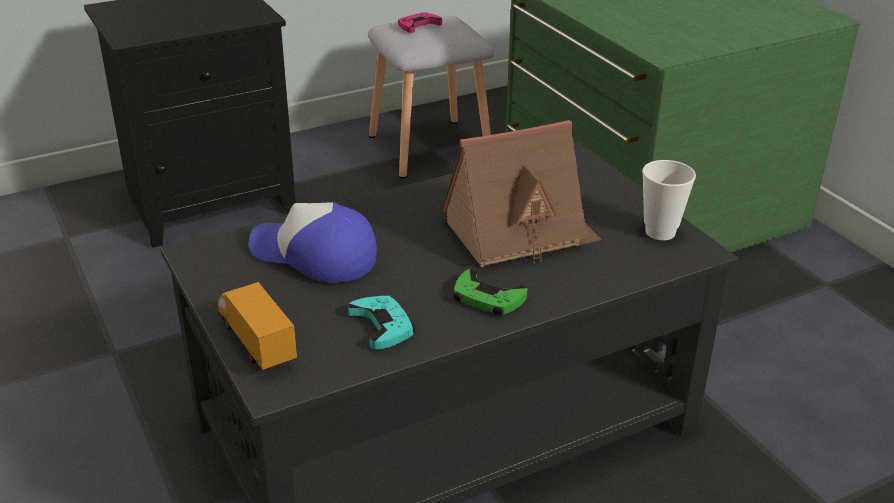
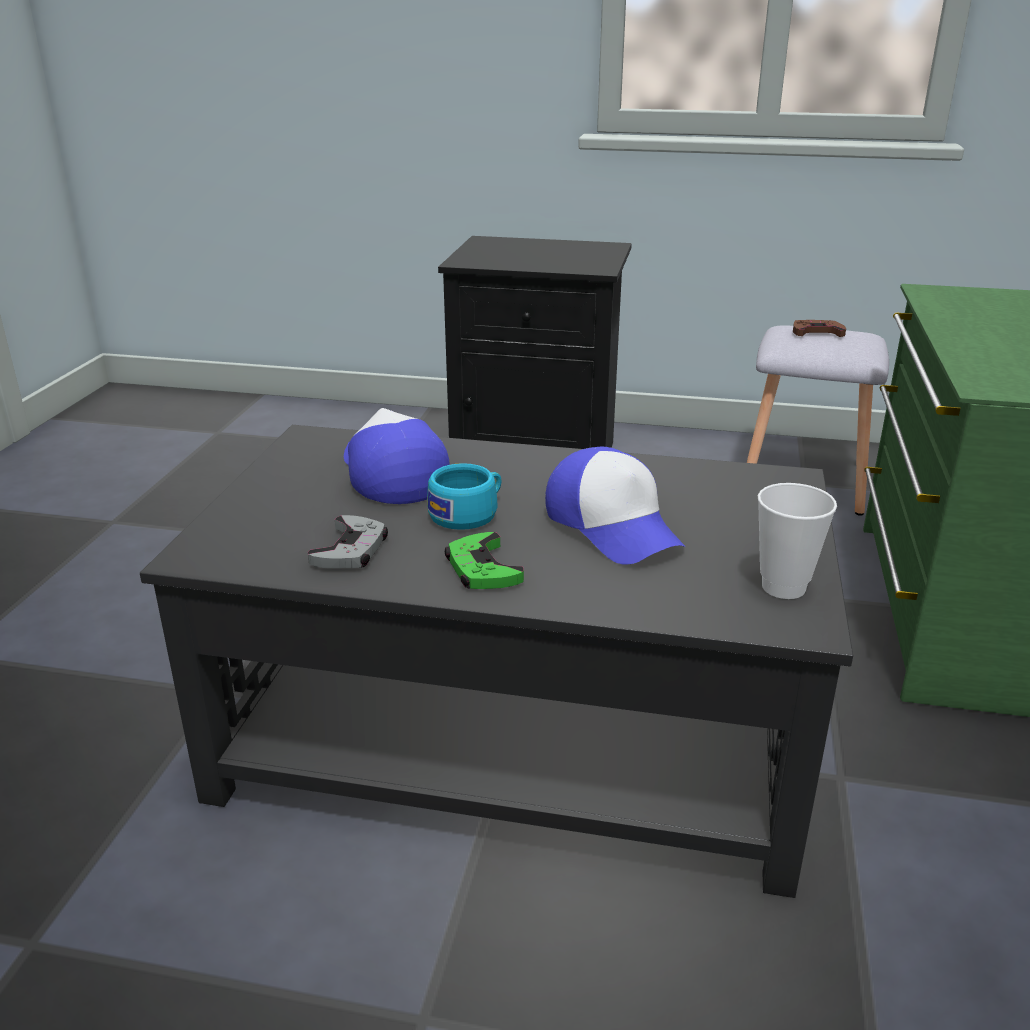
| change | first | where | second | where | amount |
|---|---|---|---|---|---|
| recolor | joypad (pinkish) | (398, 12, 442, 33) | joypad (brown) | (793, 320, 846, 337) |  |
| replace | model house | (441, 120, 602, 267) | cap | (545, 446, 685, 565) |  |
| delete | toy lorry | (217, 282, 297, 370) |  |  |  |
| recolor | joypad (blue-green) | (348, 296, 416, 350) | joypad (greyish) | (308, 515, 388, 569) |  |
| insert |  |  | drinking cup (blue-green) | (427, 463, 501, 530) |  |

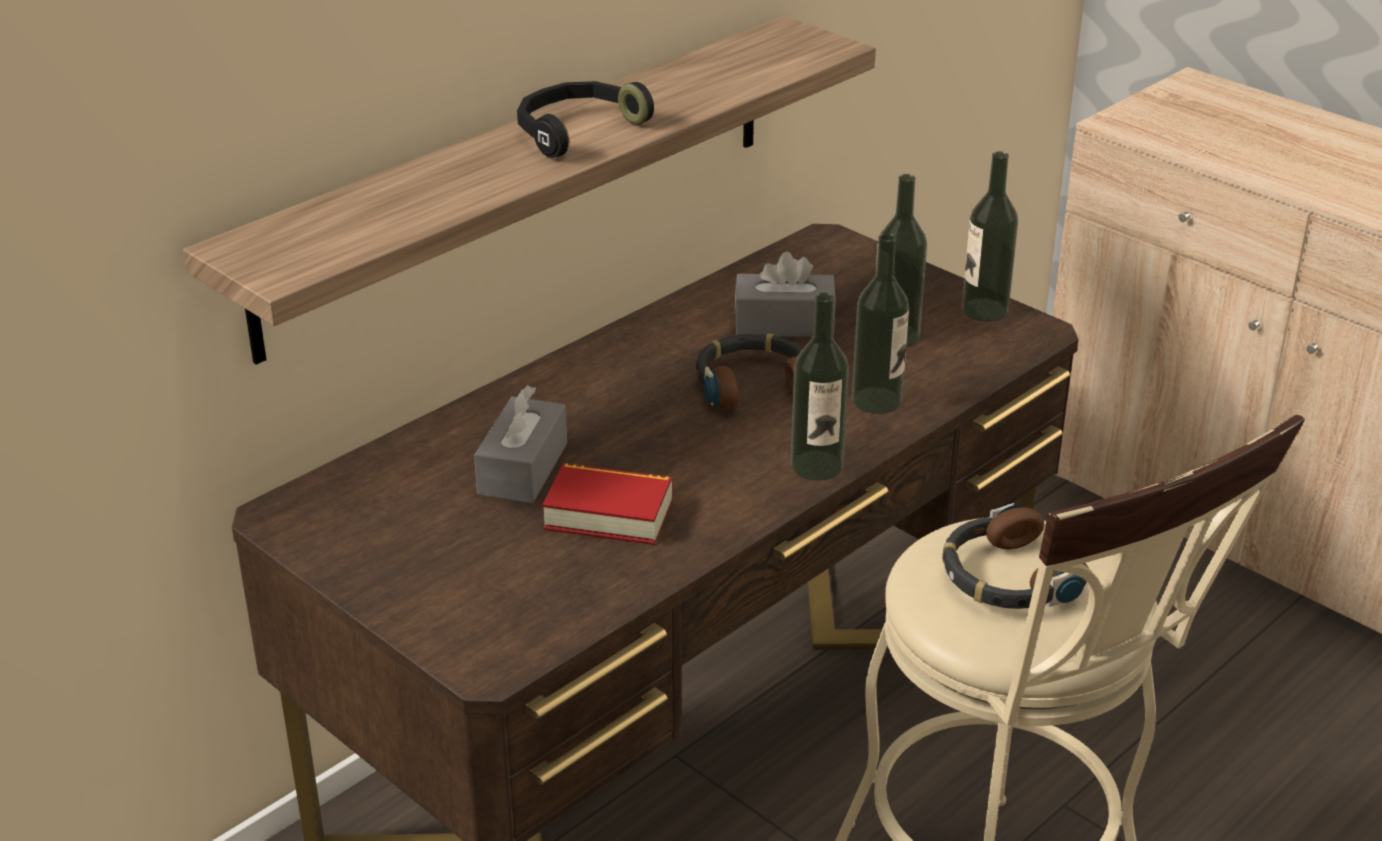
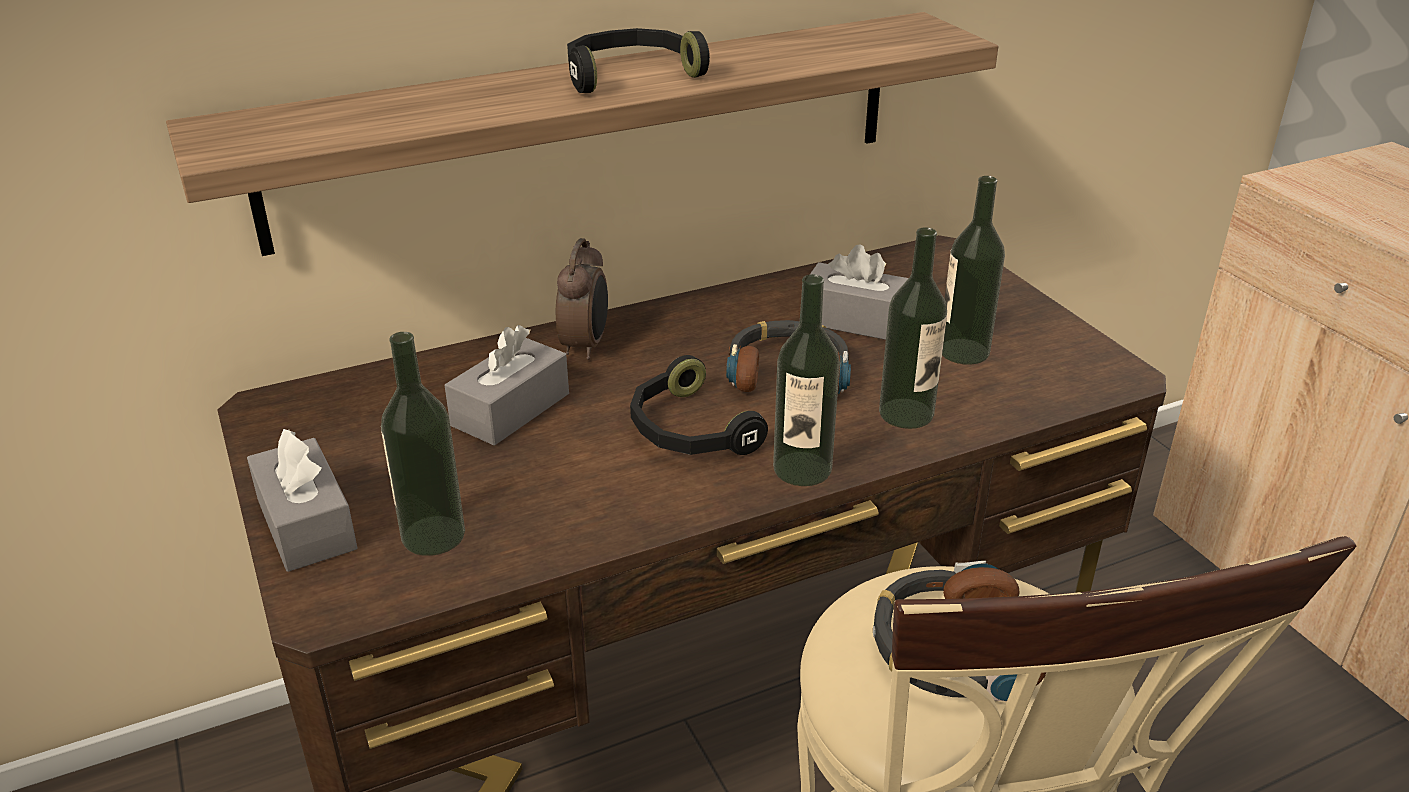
| change | first | where | second | where | amount |
|---|---|---|---|---|---|
| move | bottle | (962, 151, 1018, 321) |  | (381, 332, 465, 556) |  |
| delete | volume | (542, 463, 673, 545) |  |  |  |
| insert |  |  | table clock | (556, 238, 608, 360) |  |
| insert |  |  | headphones (black-coloured) | (630, 355, 768, 455) |  |
| insert |  |  | tissue holder (greyish) | (247, 429, 357, 572) |  |

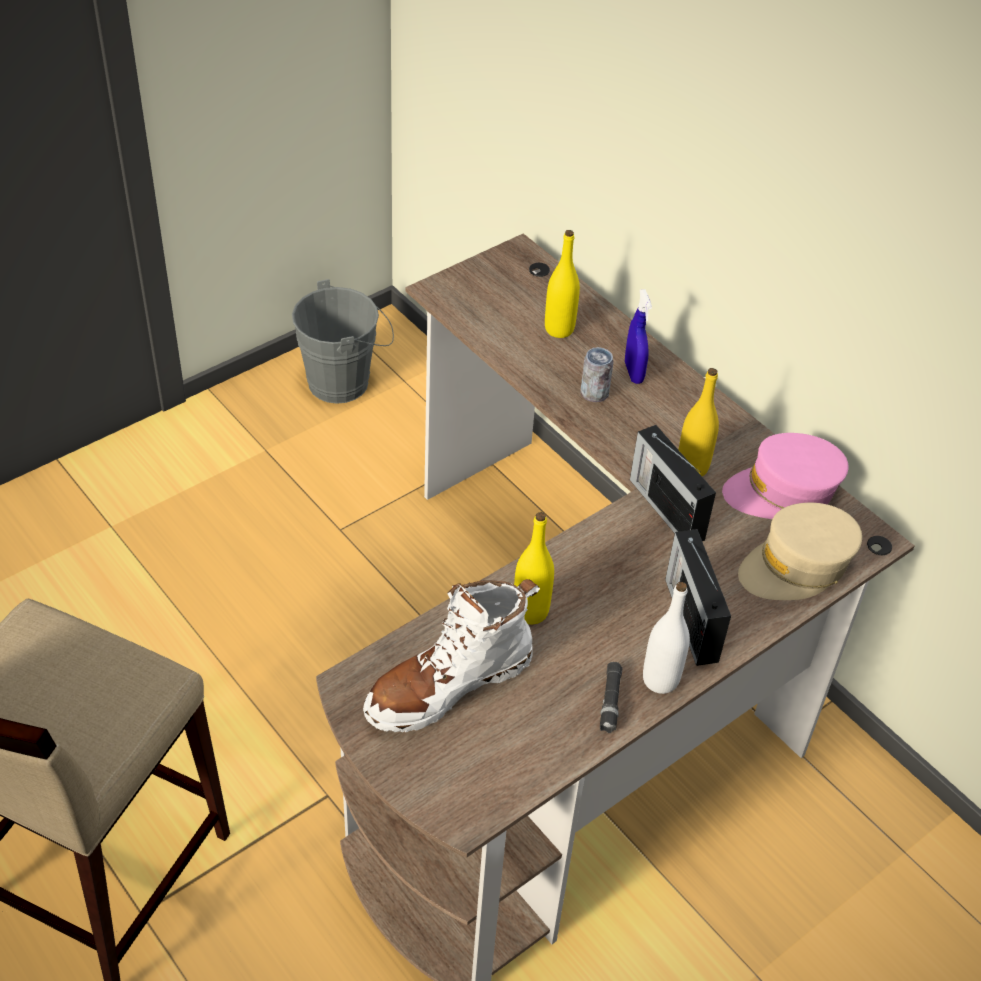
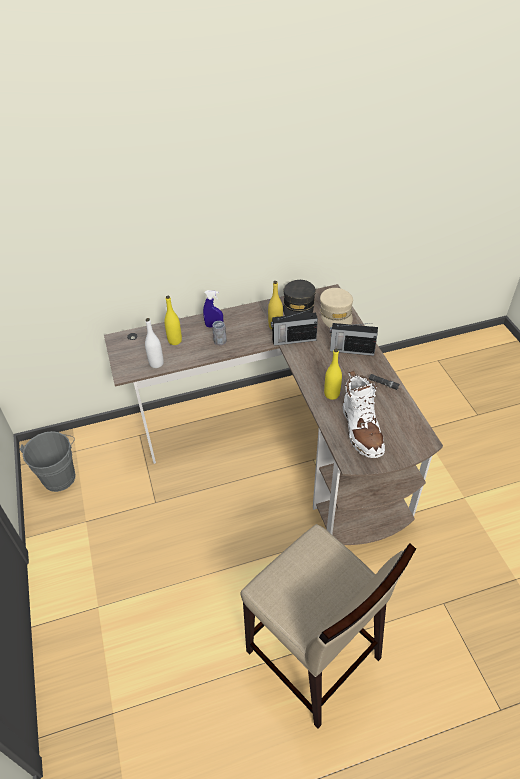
| change | first | where | second | where | amount |
|---|---|---|---|---|---|
| recolor | cap (pinkish) | (722, 433, 848, 519) | cap (greyish) | (283, 280, 316, 316) |  |
| move | bottle (white) | (643, 582, 690, 694) |  | (145, 318, 164, 368) |  |

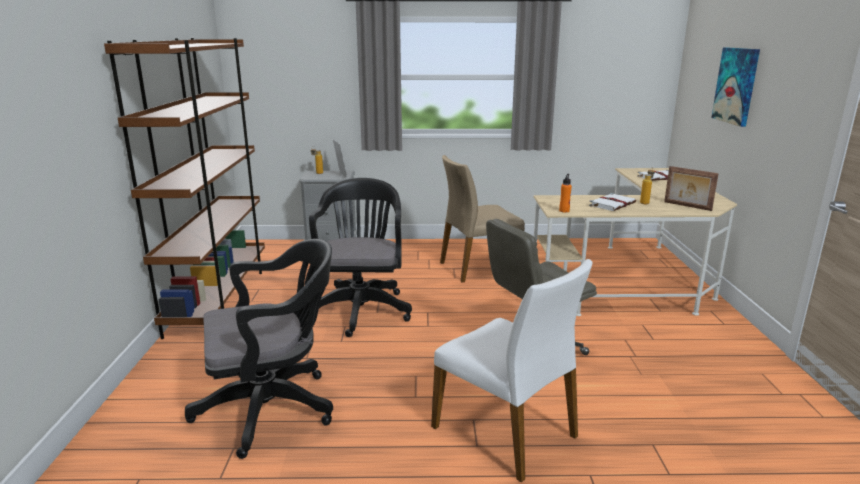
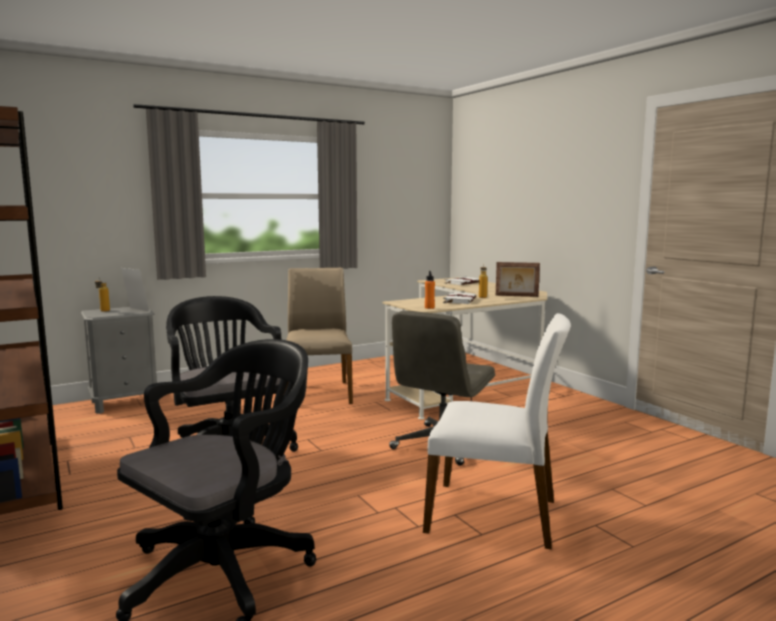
| change | first | where | second | where | amount |
|---|---|---|---|---|---|
| delete | picture | (711, 48, 760, 127) |  |  |  |
| rotate | plain chair (beige-coloured) | (440, 155, 525, 283) |  | (284, 268, 353, 404) | 135 degrees clockwise |

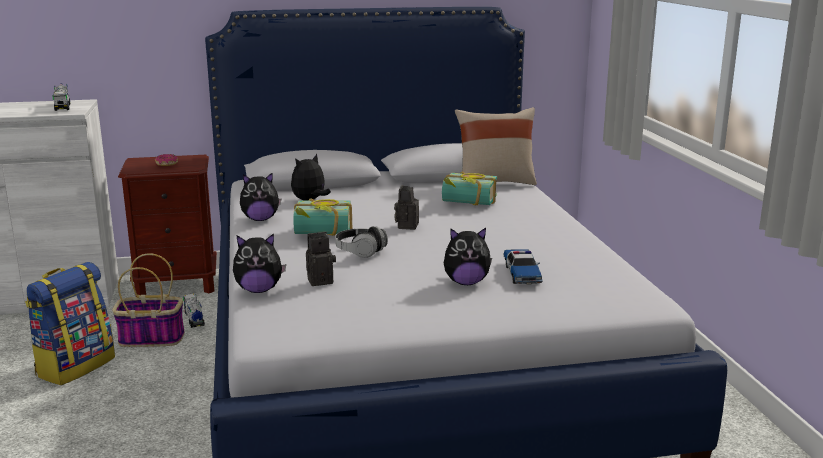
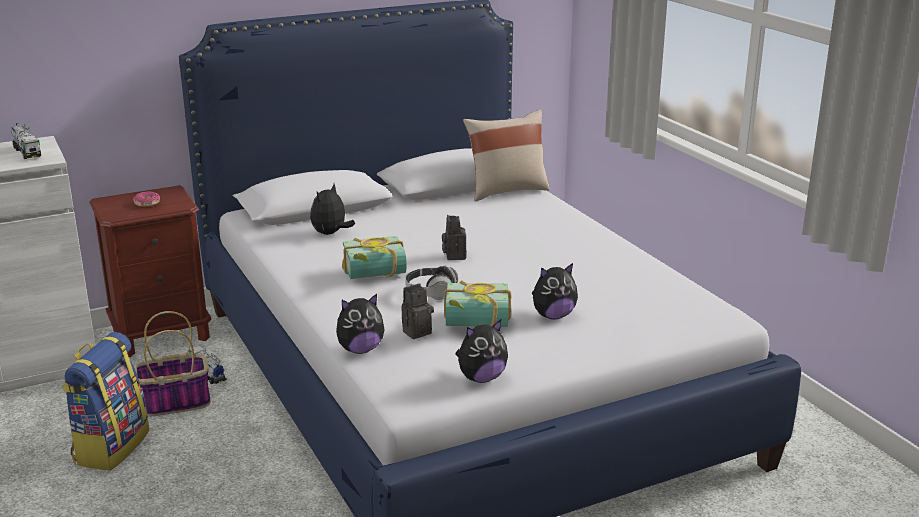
| change | first | where | second | where | amount |
|---|---|---|---|---|---|
| move | volume | (442, 172, 497, 205) |  | (444, 281, 511, 327) |  |
| move | soft toy | (240, 173, 282, 221) |  | (455, 319, 508, 383) |  |
| delete | model car | (503, 249, 543, 285) |  |  |  |

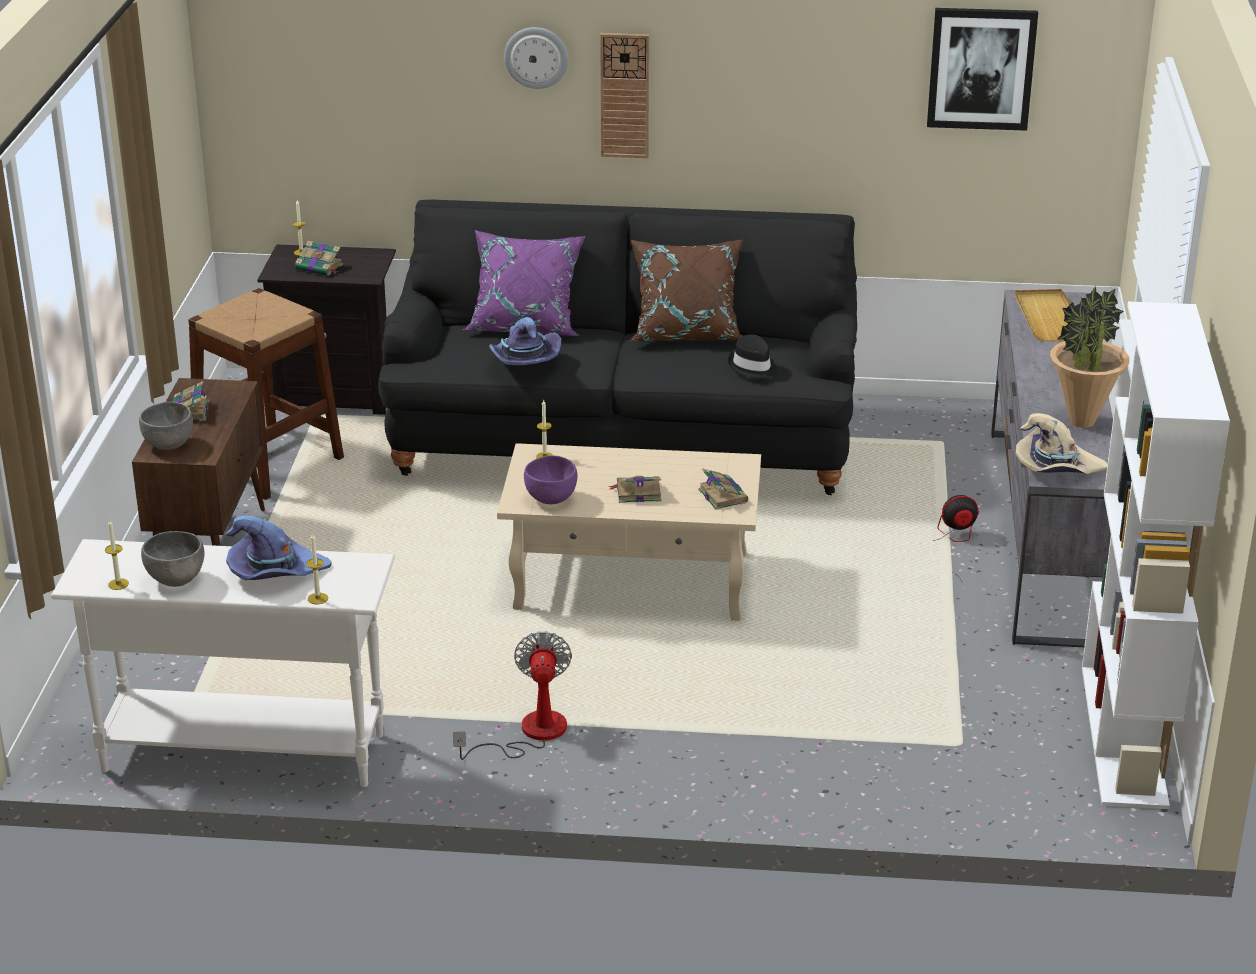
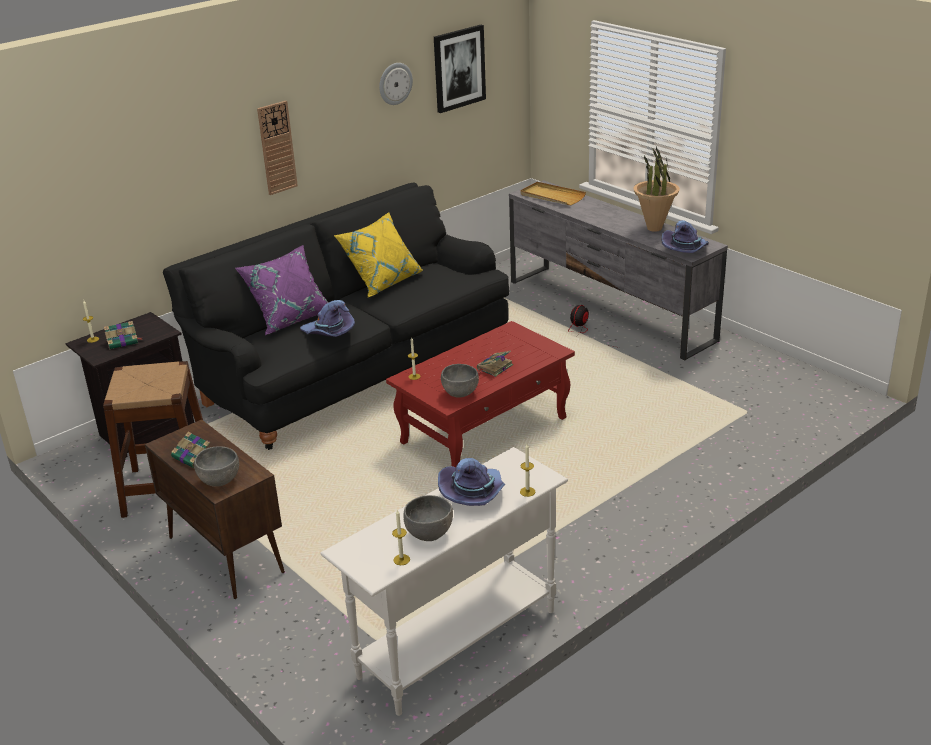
| change | first | where | second | where | amount |
|---|---|---|---|---|---|
| move | clock on the wall | (504, 27, 568, 89) |  | (379, 63, 413, 105) |  |
| recolor | throw pillow (brown) | (629, 240, 743, 341) | throw pillow (yellow-coloured) | (334, 212, 423, 298) |  |
| delete | shelving unit (white) | (1082, 302, 1230, 809) |  |  |  |
| delete | hat (black-coloured) | (728, 334, 777, 379) |  |  |  |
| recolor | hat (beige-coloured) | (1015, 413, 1107, 474) | hat (purplish) | (661, 220, 709, 253) |  |
| recolor | coffee table (beige-coloured) | (497, 443, 761, 621) | coffee table (reddish) | (386, 321, 575, 467) |  |
| recolor | serving bowl (purplish) | (524, 455, 577, 504) | serving bowl (greyish) | (441, 364, 479, 398) |  |
| delete | volume | (698, 468, 748, 510) |  |  |  |
| delete | fan | (453, 631, 572, 760) |  |  |  |

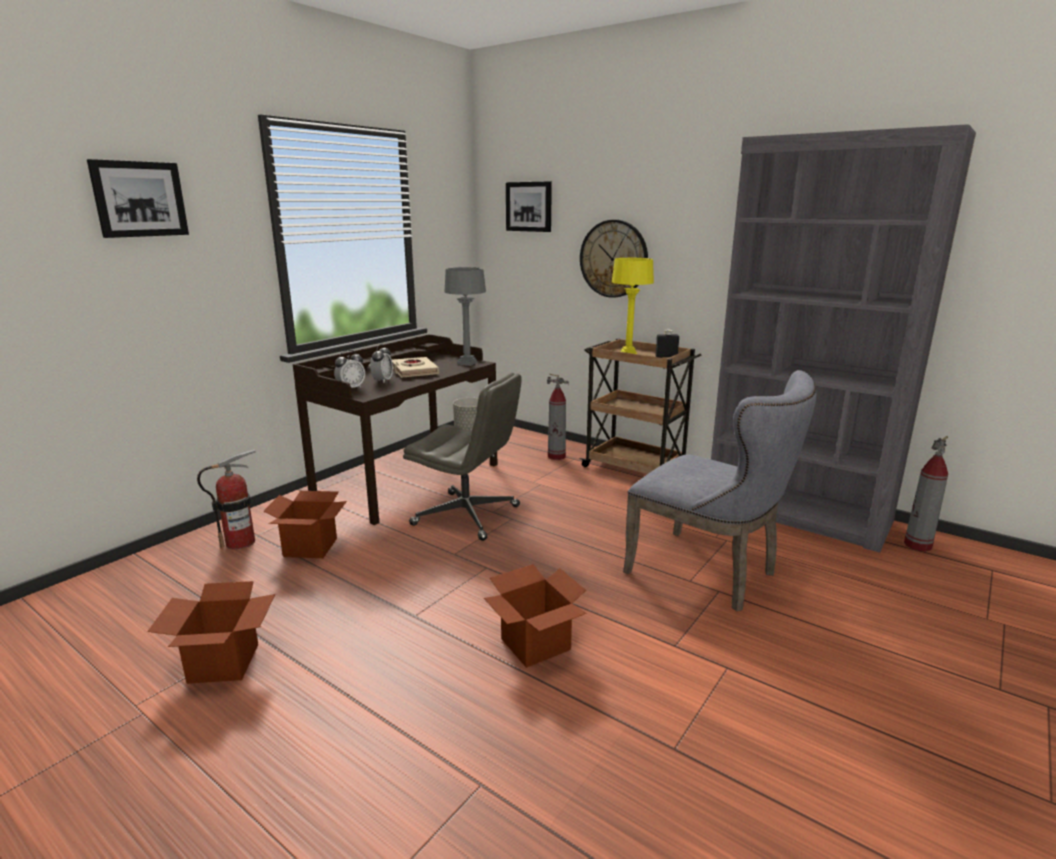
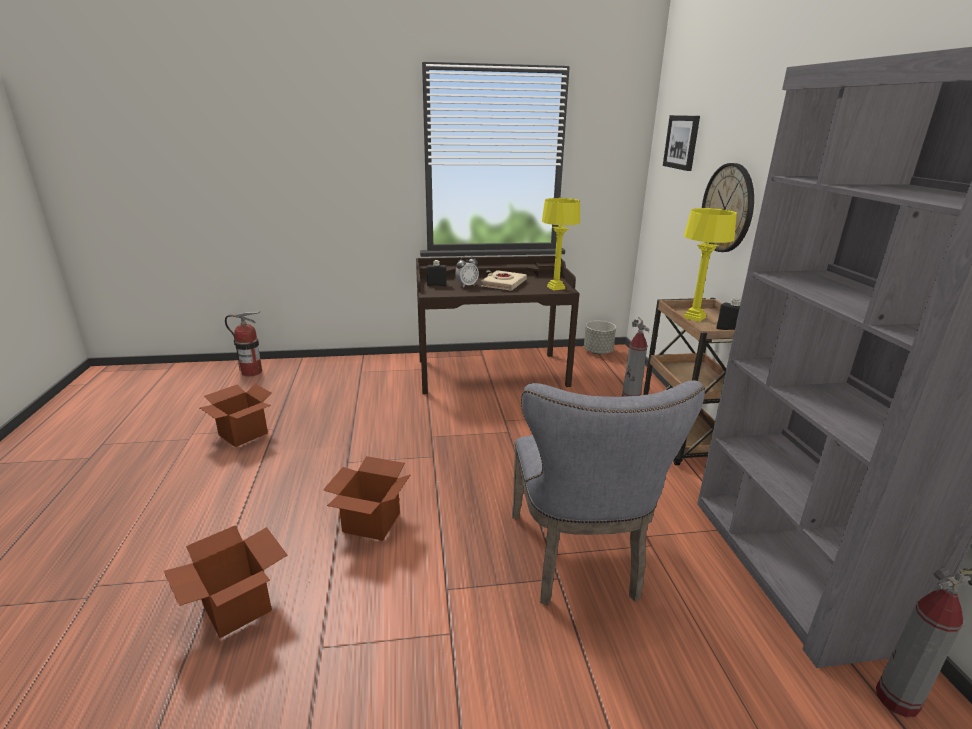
| change | first | where | second | where | amount |
|---|---|---|---|---|---|
| delete | picture | (87, 159, 189, 238) |  |  |  |
| recolor | table lamp (greyish) | (444, 267, 486, 366) | table lamp (yellow-coloured) | (542, 198, 580, 291) |  |
| replace | table clock | (334, 350, 365, 388) | bottle (black-coloured) | (427, 260, 447, 286) |  |
| delete | office chair (greyish) | (403, 372, 522, 541) |  |  |  |
| move | extinguisher | (197, 449, 256, 550) |  | (225, 311, 262, 377) |  |
| move | packing box | (263, 491, 347, 558) |  | (164, 525, 287, 638) |  |

